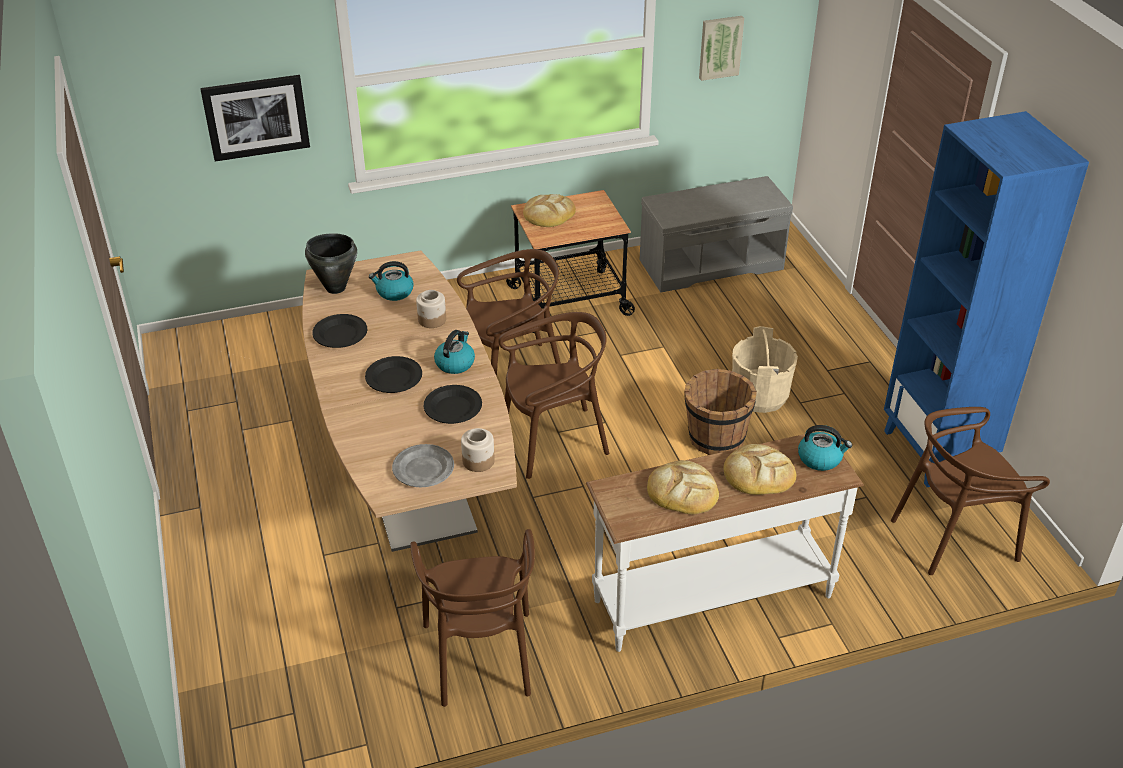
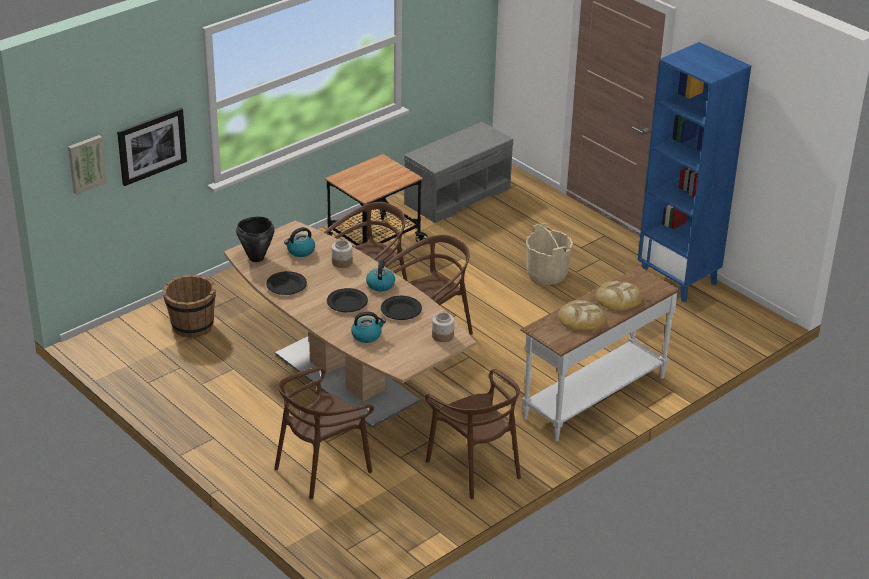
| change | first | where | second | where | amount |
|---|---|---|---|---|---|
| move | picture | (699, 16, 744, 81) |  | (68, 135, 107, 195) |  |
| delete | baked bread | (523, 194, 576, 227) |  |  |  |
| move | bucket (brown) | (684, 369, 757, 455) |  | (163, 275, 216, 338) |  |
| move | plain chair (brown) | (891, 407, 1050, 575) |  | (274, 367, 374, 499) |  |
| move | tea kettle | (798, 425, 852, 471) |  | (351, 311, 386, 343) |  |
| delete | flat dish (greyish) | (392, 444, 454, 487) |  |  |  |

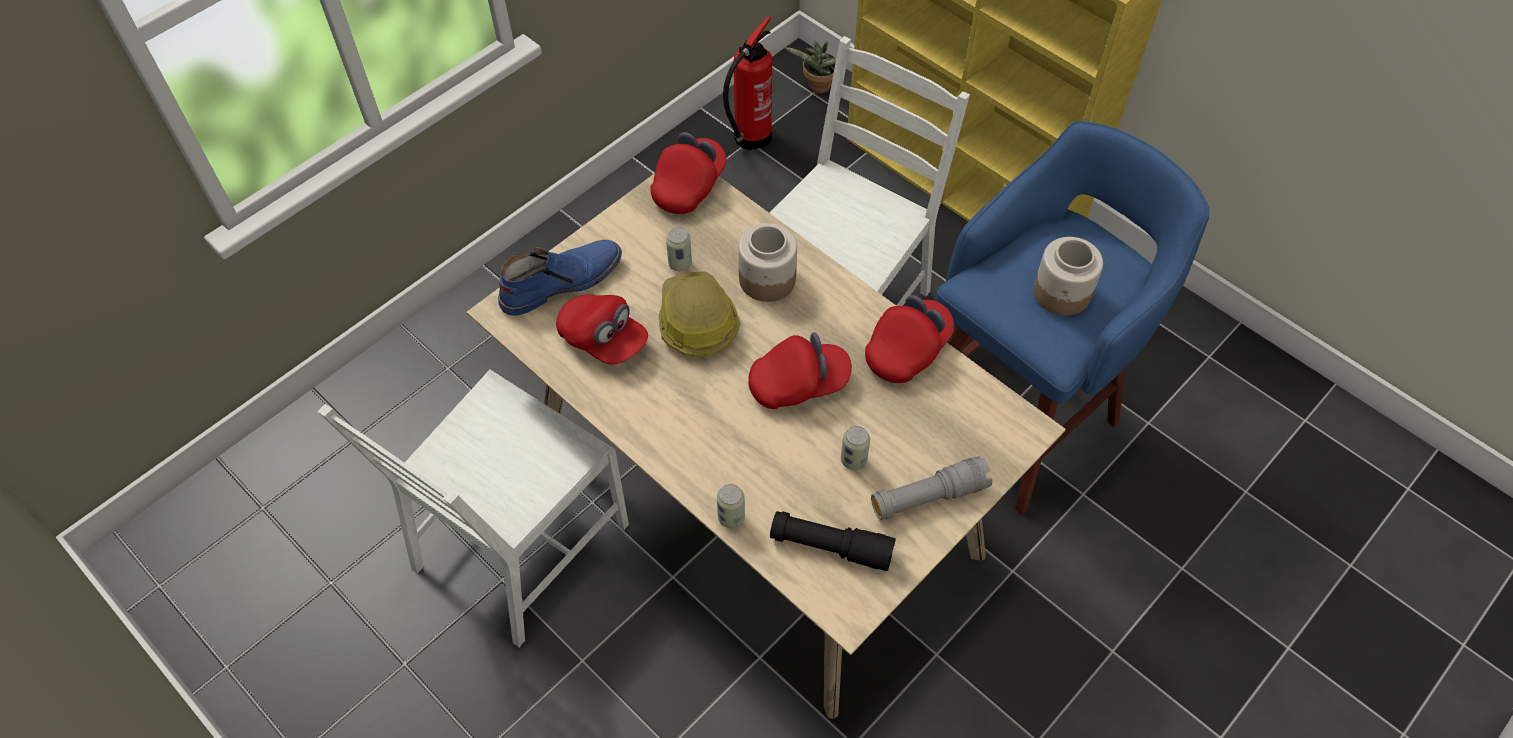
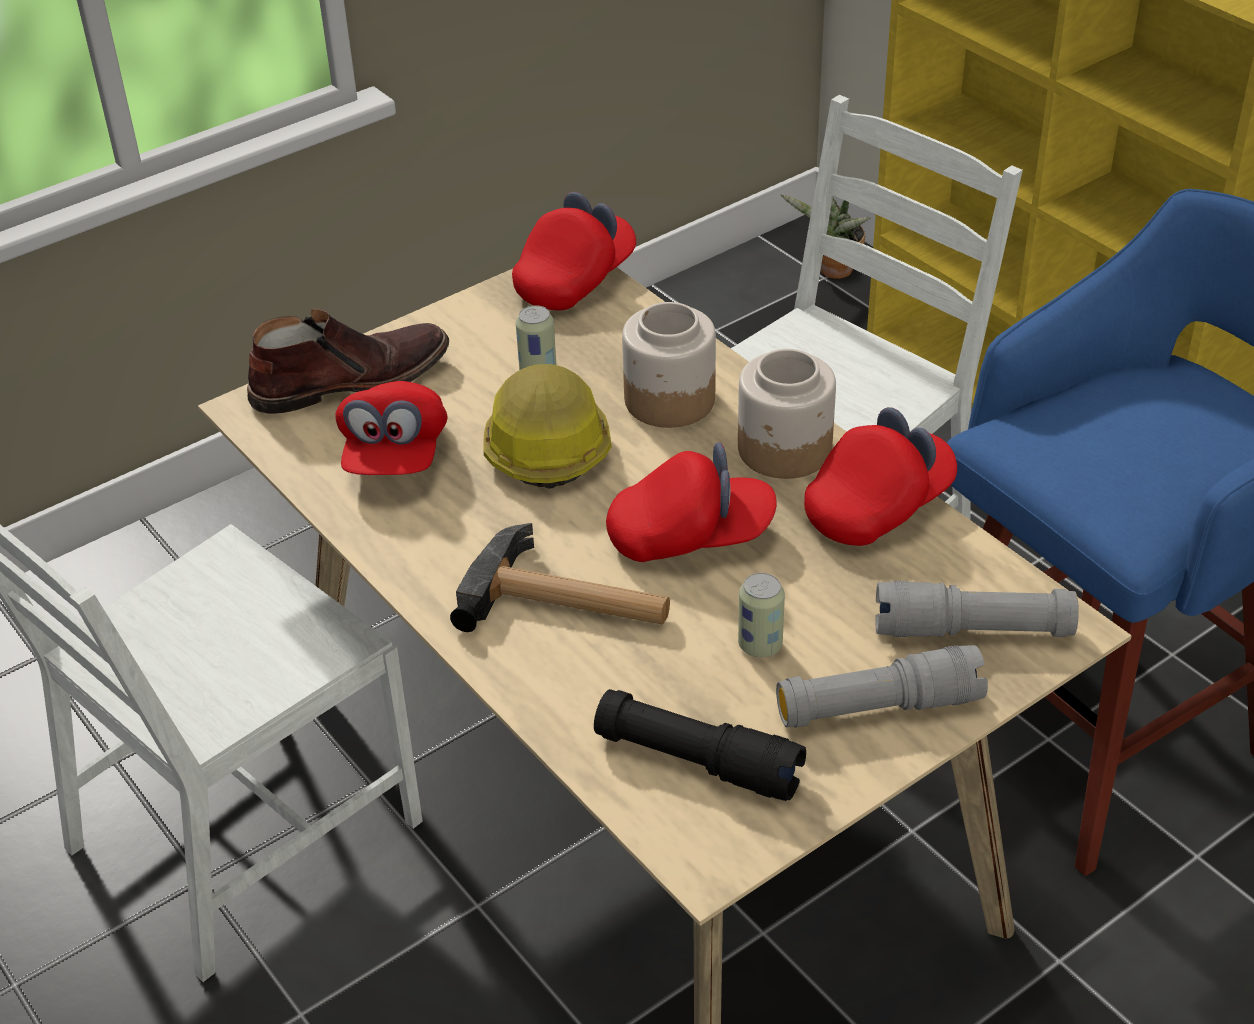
| change | first | where | second | where | amount |
|---|---|---|---|---|---|
| delete | extinguisher | (723, 16, 773, 150) |  |  |  |
| move | preserve jar | (1033, 237, 1103, 316) |  | (738, 349, 836, 479) |  |
| recolor | high-top boot (blue) | (498, 240, 622, 316) | high-top boot (brown) | (247, 308, 449, 414) |  |
| rotate | cap (reddish) | (556, 294, 648, 365) |  | (335, 381, 447, 475) | 45 degrees clockwise |
| delete | metal can | (717, 484, 745, 529) |  |  |  |
| insert |  |  | tool hammer | (450, 523, 670, 632) |  |
| insert |  |  | flashlight (greyish) | (875, 580, 1079, 637) |  |

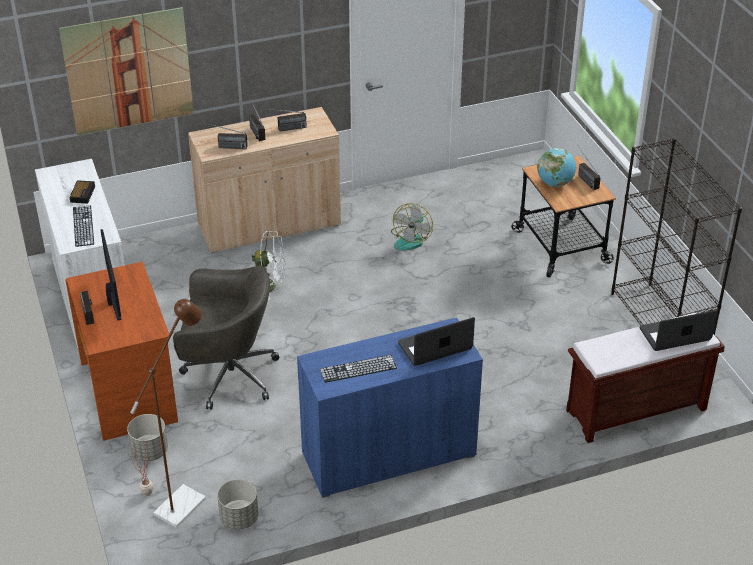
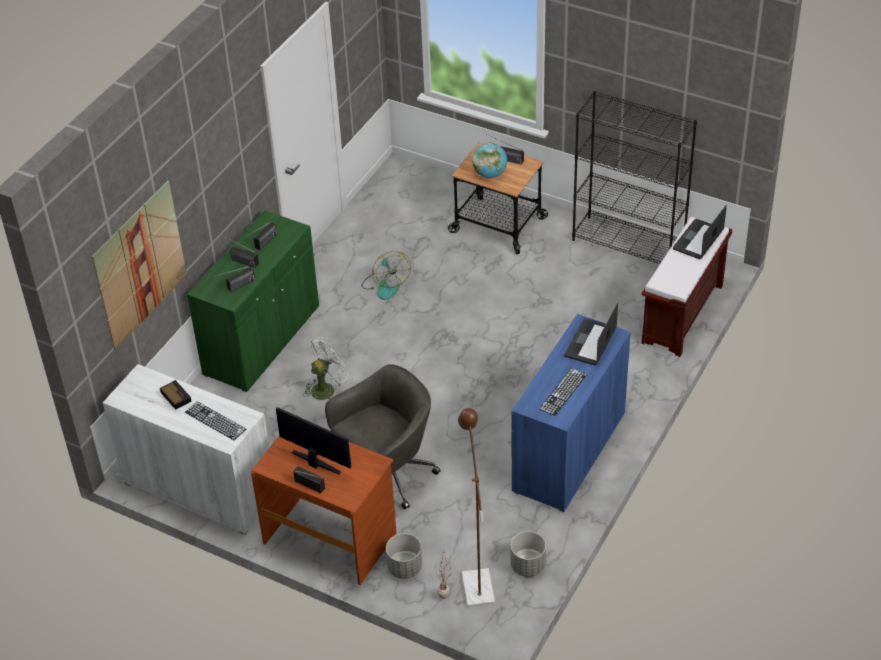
| change | first | where | second | where | amount |
|---|---|---|---|---|---|
| recolor | cupboard (beige-coloured) | (188, 107, 341, 253) | cupboard (green-coloured) | (187, 210, 319, 392) |  |

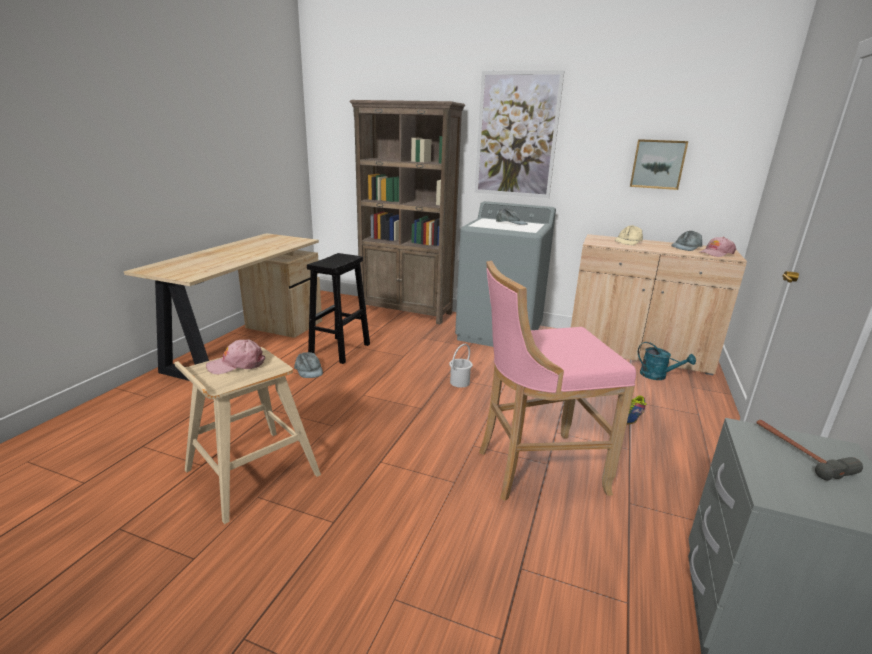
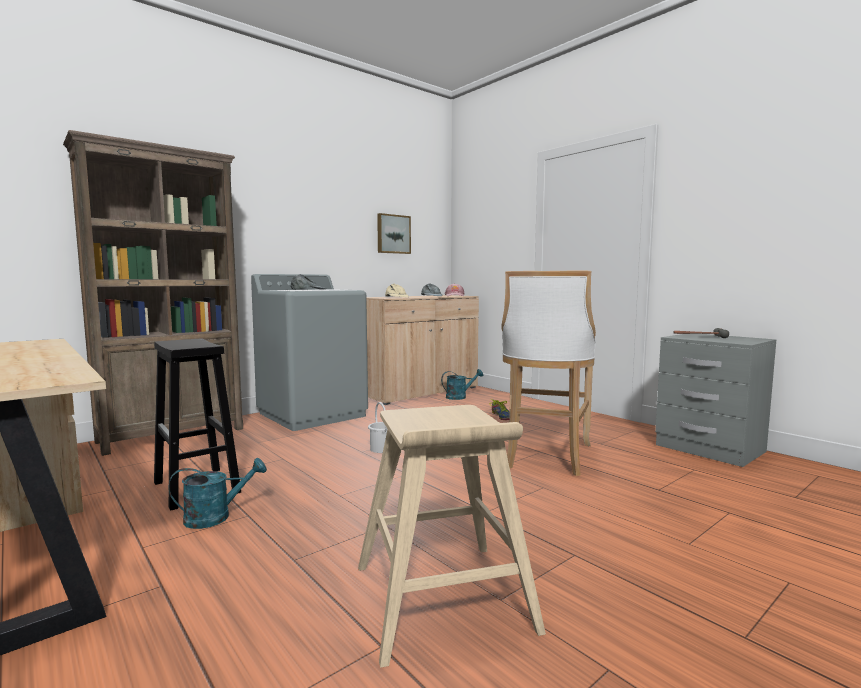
| change | first | where | second | where | amount |
|---|---|---|---|---|---|
| delete | picture | (475, 70, 565, 198) |  |  |  |
| recolor | sitting stool (pinkish) | (479, 261, 636, 501) | sitting stool (white) | (502, 271, 596, 476) |  |
| delete | cap (pinkish) | (206, 339, 265, 374) |  |  |  |
| replace | cap (greyish) | (294, 352, 323, 378) | sprinkling can (blue-green) | (168, 458, 267, 529) |  |

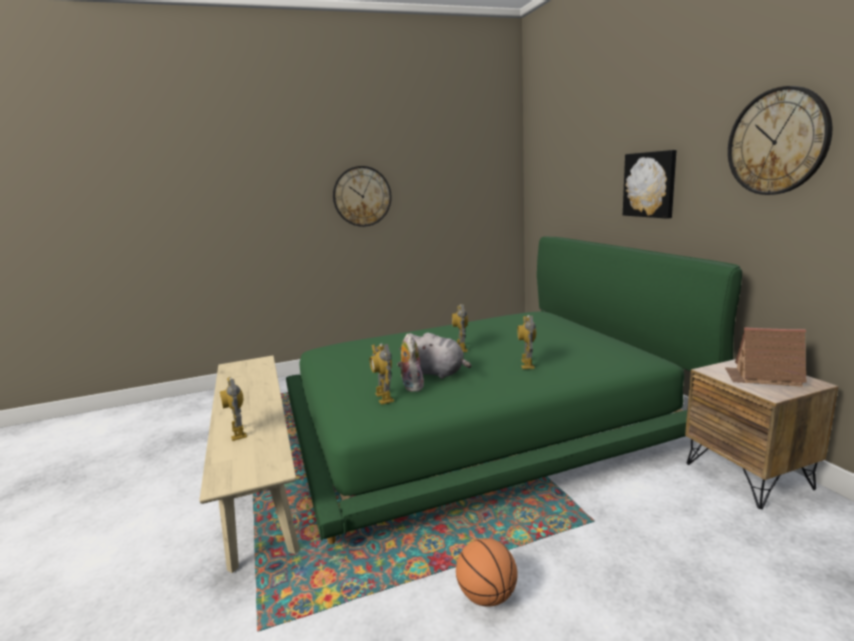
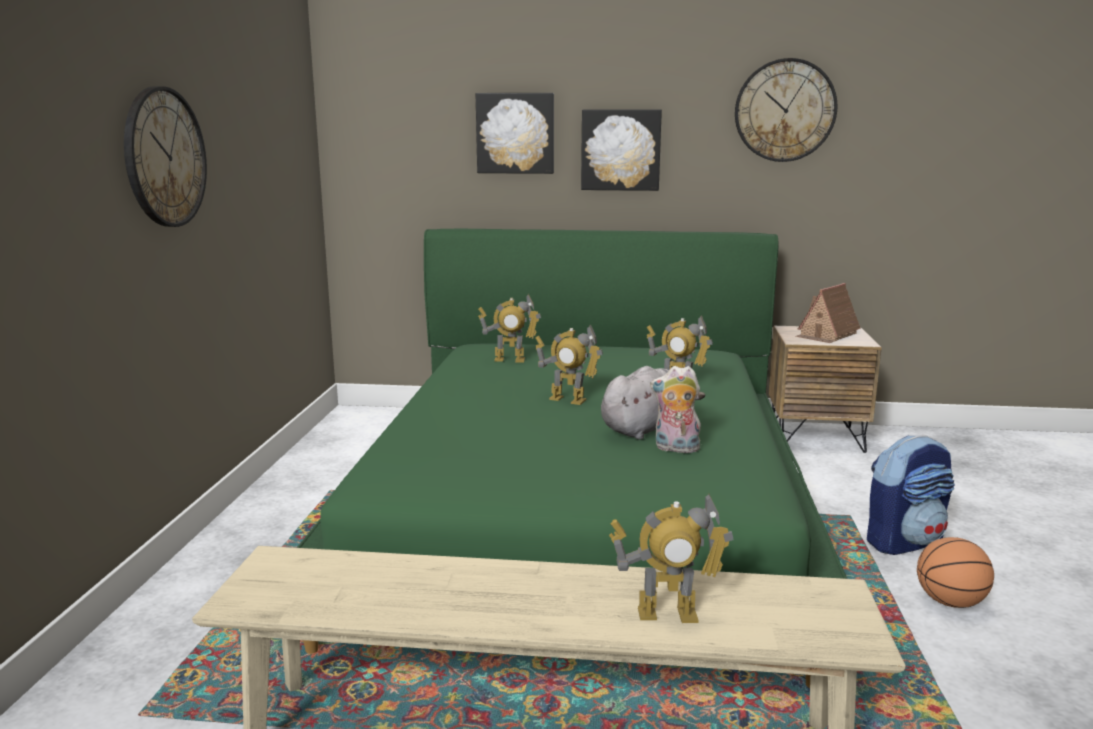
| change | first | where | second | where | amount |
|---|---|---|---|---|---|
| move | toy robot | (369, 344, 394, 405) |  | (478, 293, 541, 363) |  |
| insert |  |  | picture | (476, 93, 554, 174) |  |
| insert |  |  | backpack | (867, 435, 955, 555) |  |

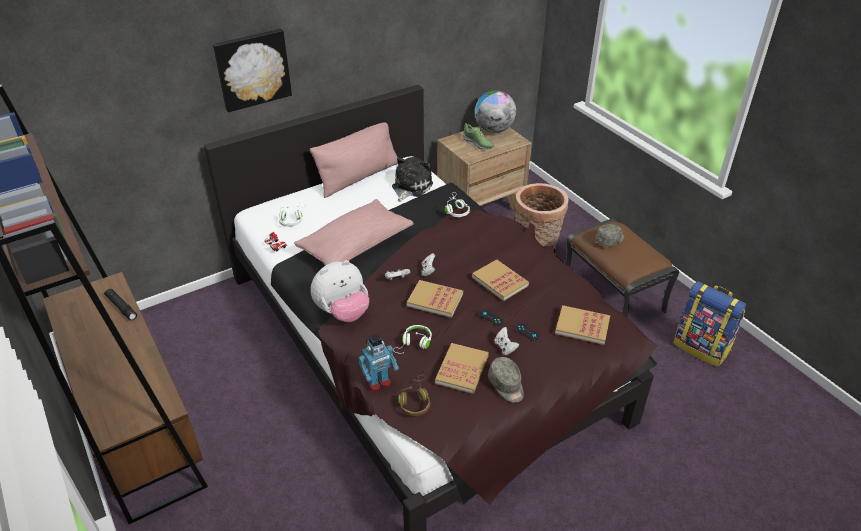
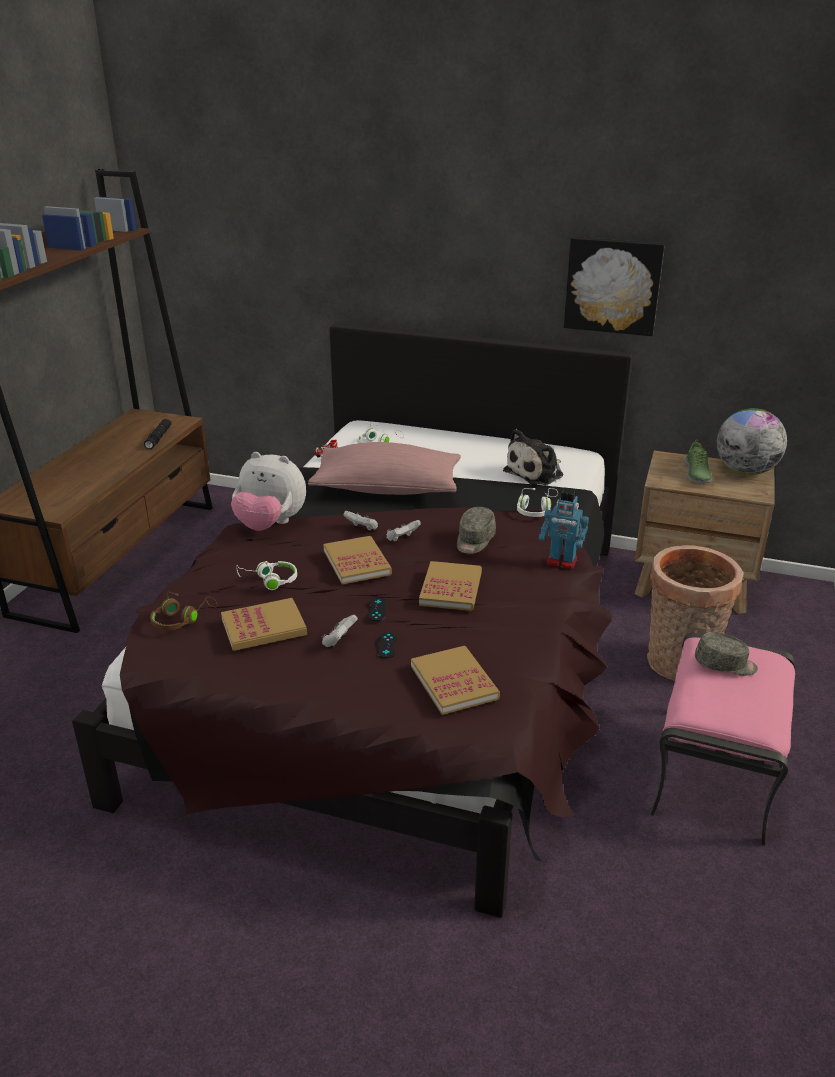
| change | first | where | second | where | amount |
|---|---|---|---|---|---|
| move | picture | (213, 29, 292, 112) |  | (564, 237, 665, 336) |  |
| delete | throw pillow (pinkish) | (310, 122, 398, 198) |  |  |  |
| rotate | soft toy | (392, 157, 433, 202) |  | (503, 429, 563, 485) | 150 degrees clockwise |
| recolor | ottoman (brown) | (566, 218, 679, 317) | ottoman (pinkish) | (650, 633, 795, 846) |  |
| delete | backpack | (673, 282, 746, 367) |  |  |  |
| move | toy robot | (358, 334, 399, 392) |  | (539, 488, 589, 569) |  |
| move | cap (greyish) | (488, 357, 524, 402) |  | (457, 507, 496, 554) |  |

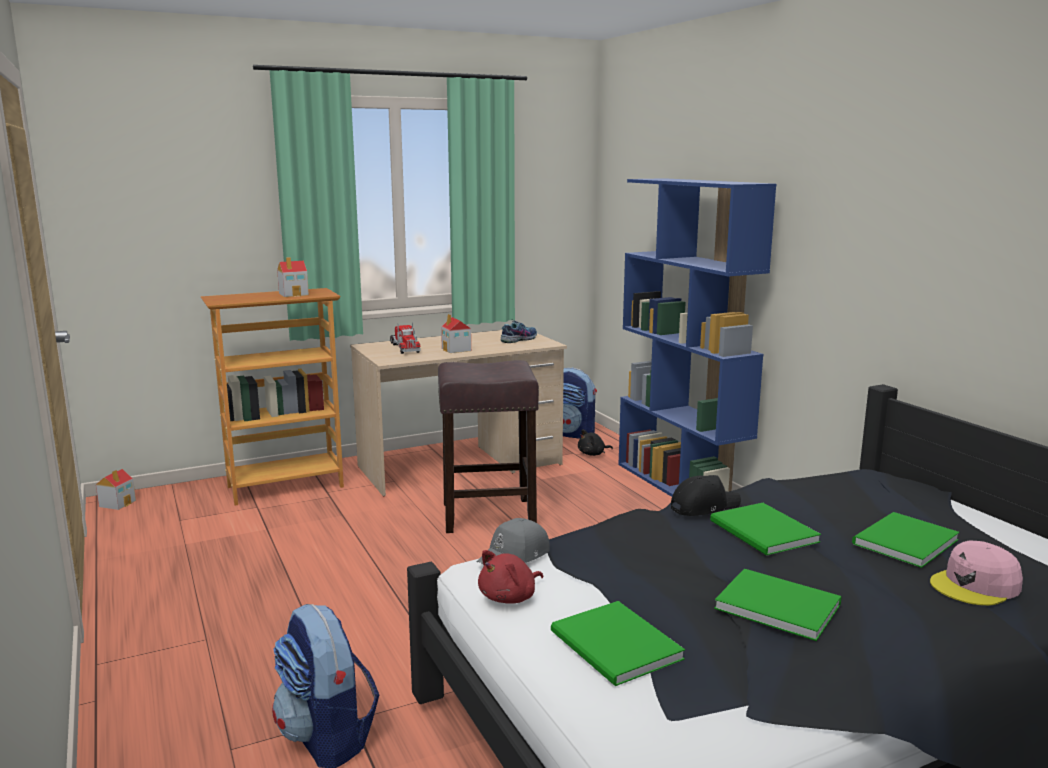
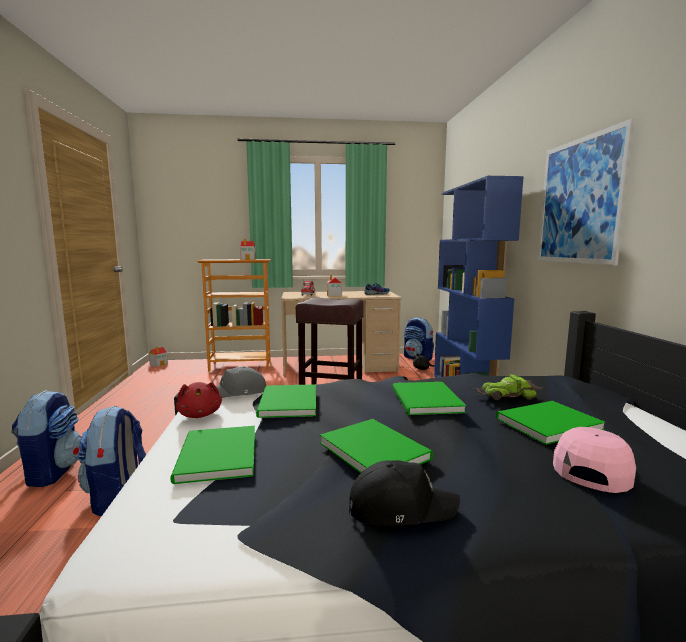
| change | first | where | second | where | amount |
|---|---|---|---|---|---|
| move | cap (black-coloured) | (671, 475, 741, 516) |  | (349, 460, 460, 526) |  |
| rotate | cap (pinkish) | (930, 541, 1023, 606) |  | (553, 427, 636, 493) | 135 degrees clockwise |
| rotate | soft toy (reddish) | (478, 550, 543, 604) |  | (176, 382, 222, 418) | 90 degrees counterclockwise |
| insert |  |  | picture | (538, 118, 635, 265) |  |
| insert |  |  | model car | (470, 374, 543, 400) |  |
| insert |  |  | volume (green-coloured) | (256, 384, 316, 418) |  |
| insert |  |  | backpack | (11, 390, 82, 487) |  |

